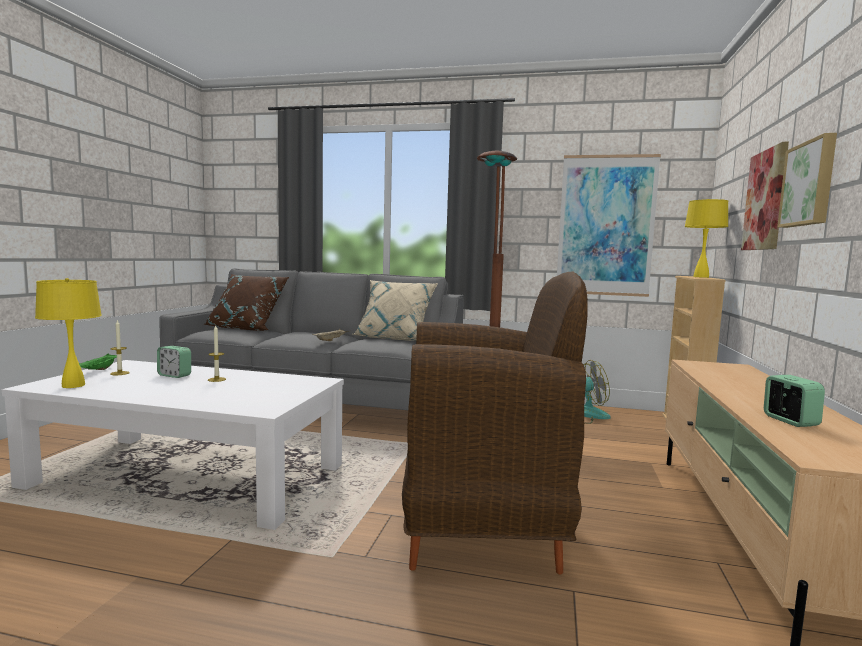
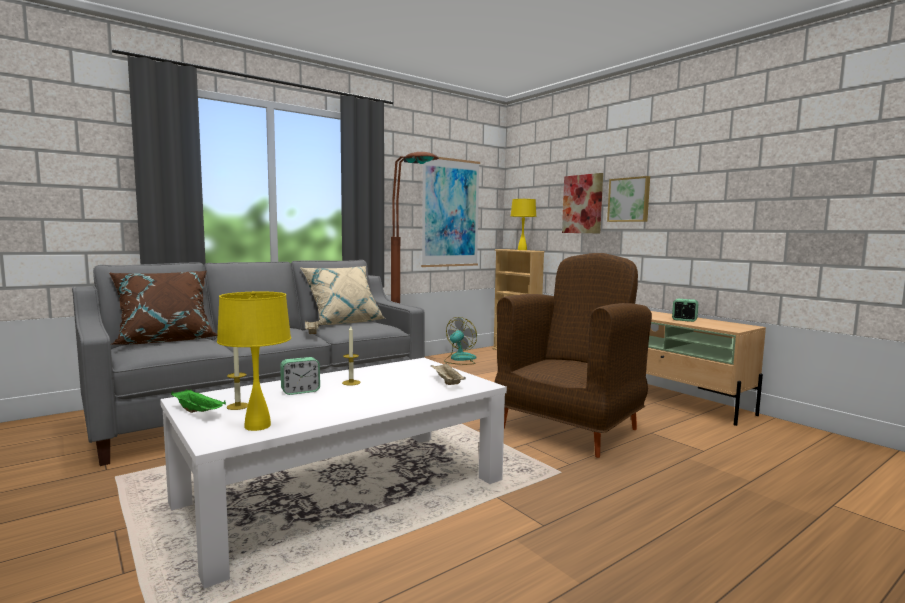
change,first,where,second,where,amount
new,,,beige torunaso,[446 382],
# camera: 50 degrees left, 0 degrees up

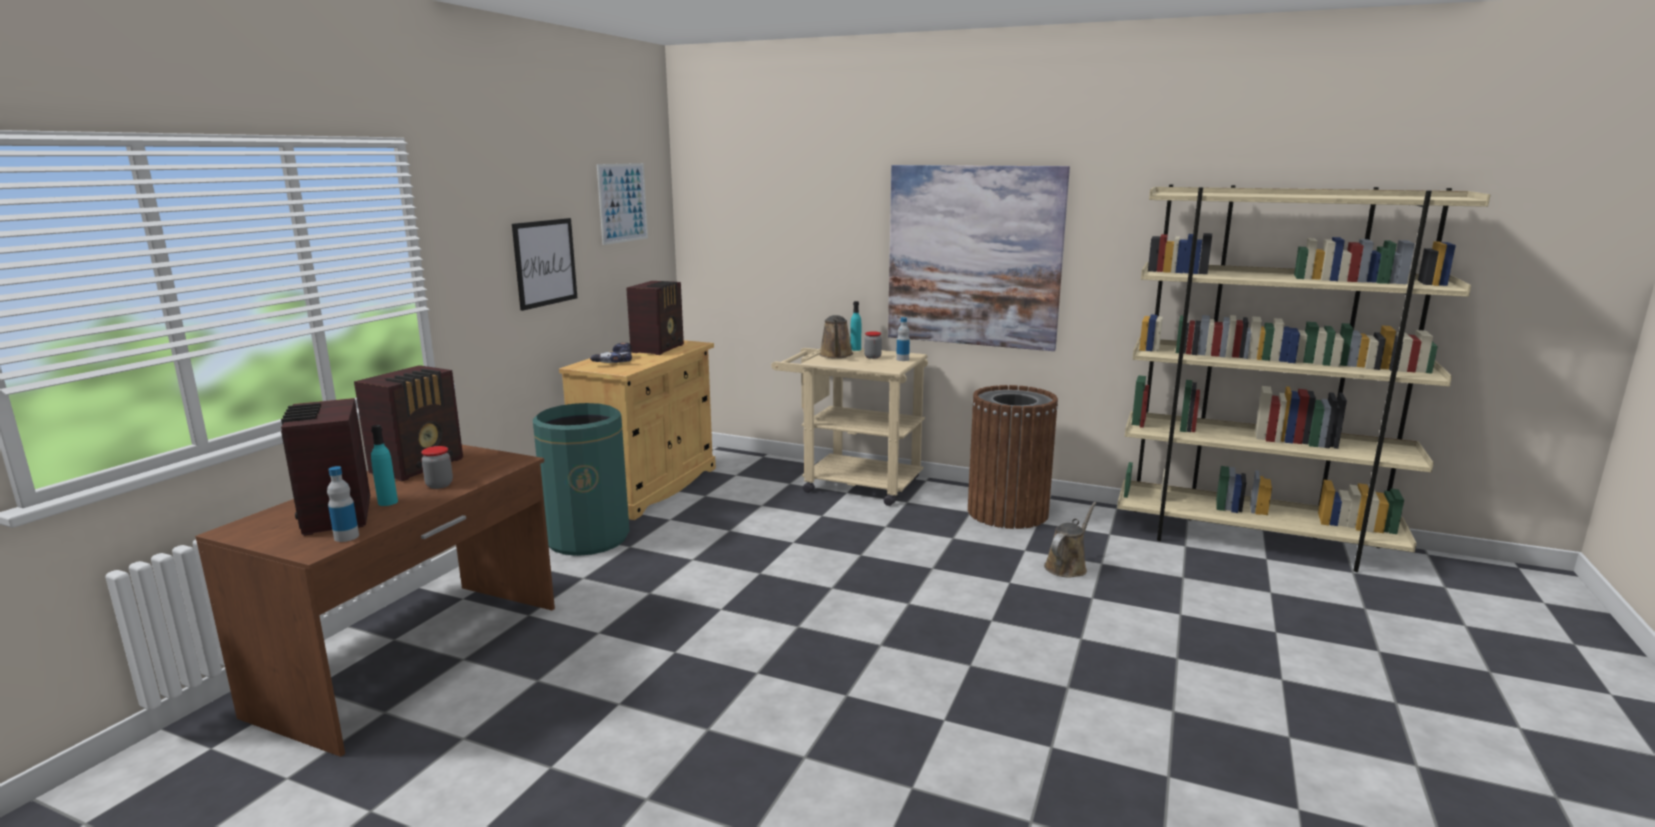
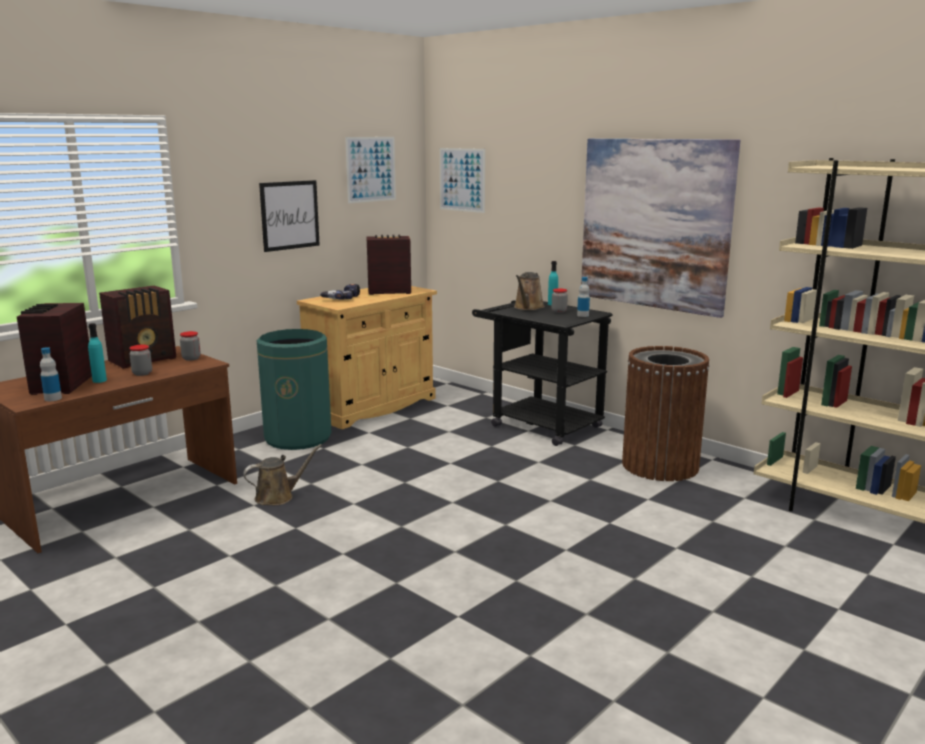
change,first,where,second,where,amount
rotated,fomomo,[659 348],,[388 291],135 degrees counterclockwise
repainted,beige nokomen,[851 483],black nokomen,[538 424],
shifted,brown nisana,[1067 566],,[278 497],
new,,,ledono,[462 180],
new,,,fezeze,[191 358],
# camera: 20 degrees right, 0 degrees up

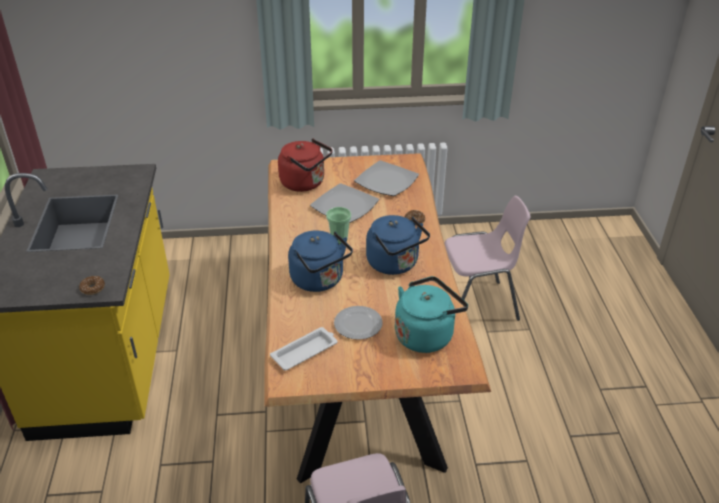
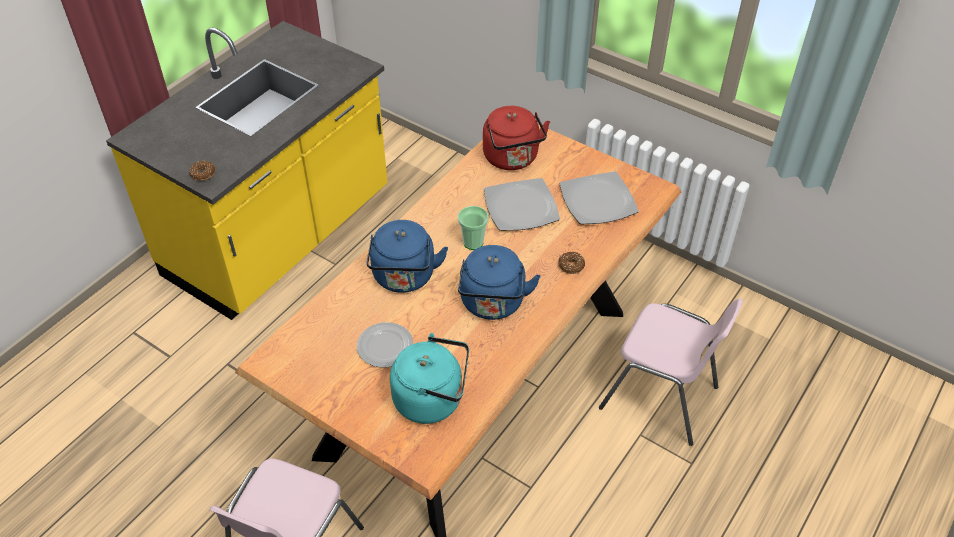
change,first,where,second,where,amount
gone,white torunaso,[305 351],,,
# camera: 40 degrees right, 10 degrees up

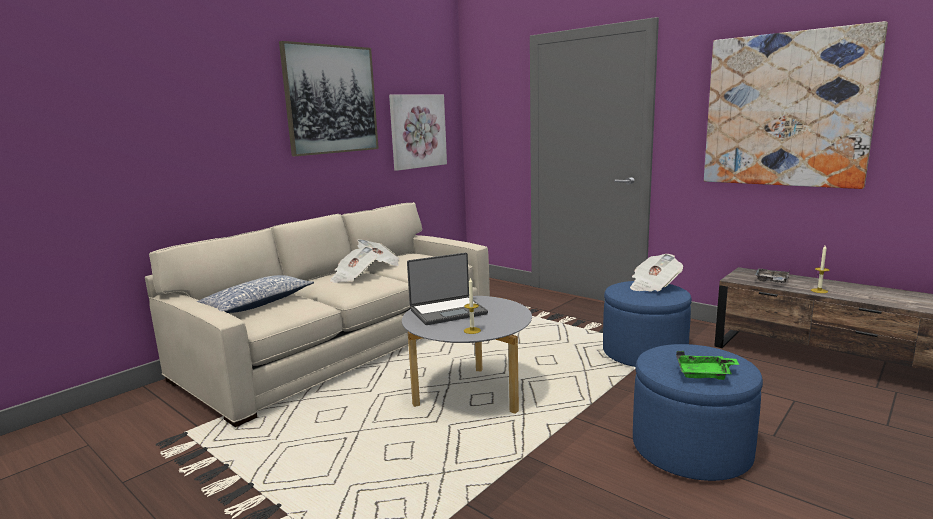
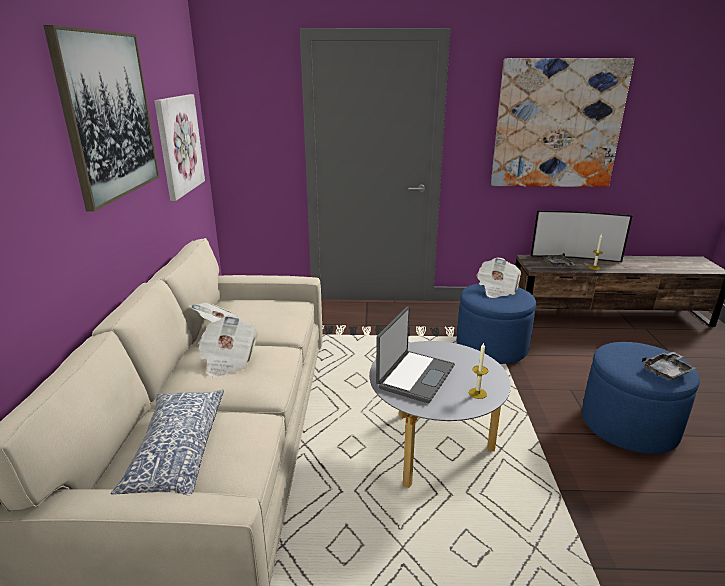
change,first,where,second,where,amount
repainted,green torunaso,[705 374],grey torunaso,[667 371],
new,,,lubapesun,[574 257],
# camera: 40 degrees left, 10 degrees up

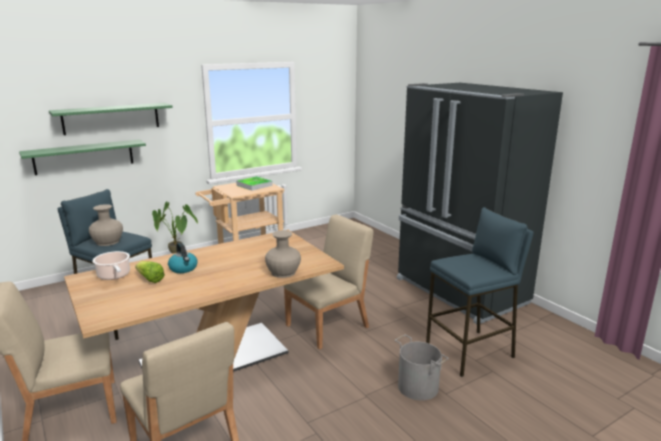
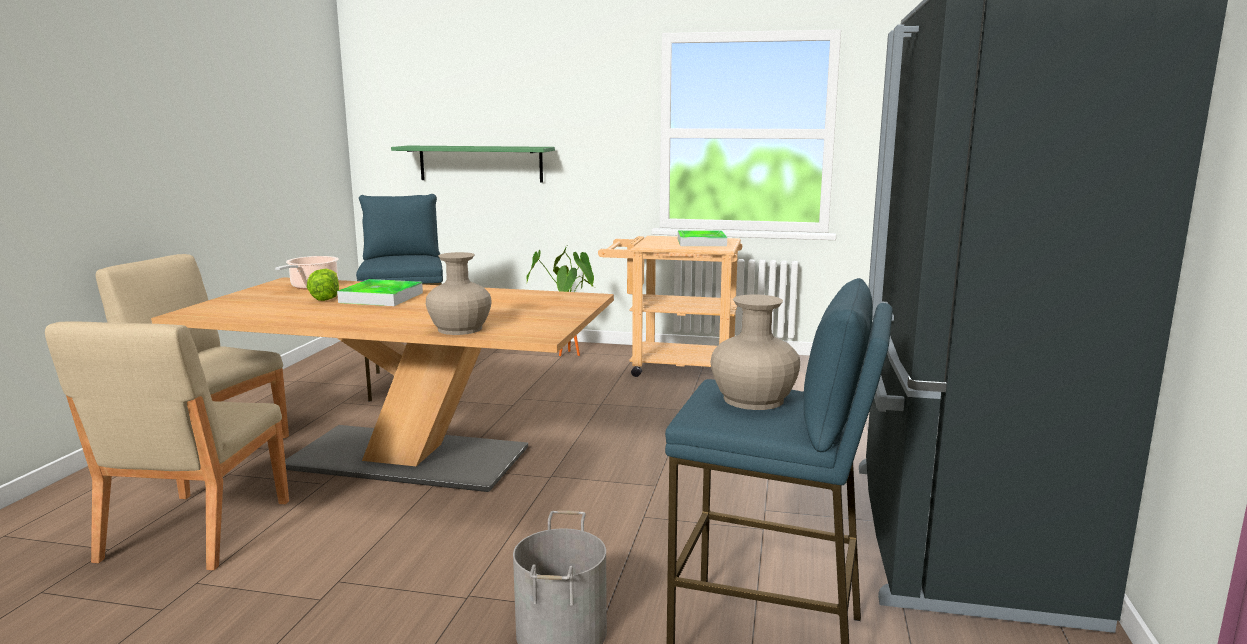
change,first,where,second,where,amount
gone,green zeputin,[111 118],,,
shifted,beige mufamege,[108 242],,[753 399],
gone,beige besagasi,[328 326],,,
swapped,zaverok,[183 268],torunaso,[381 297],
# camera: 45 degrees right, 5 degrees down

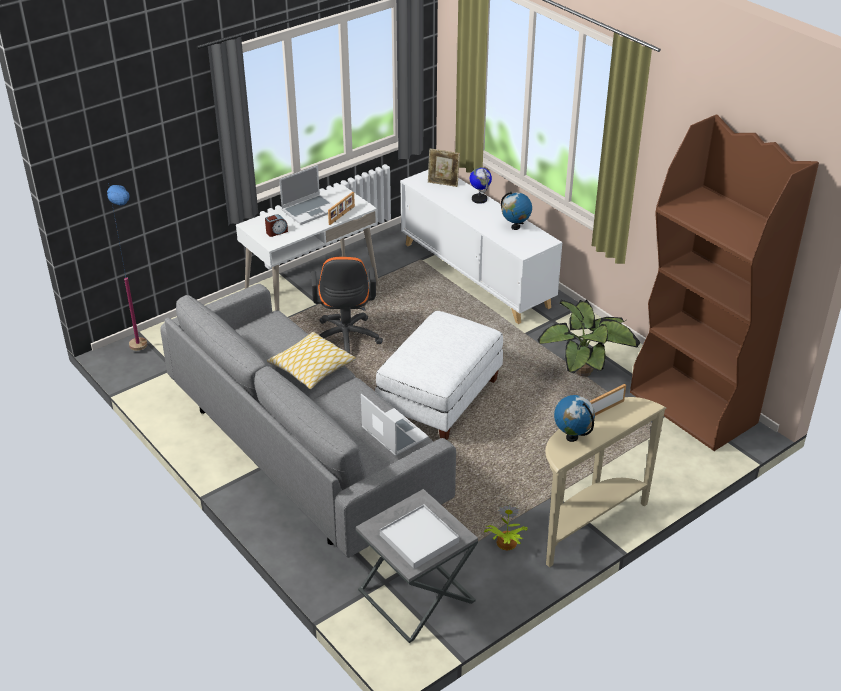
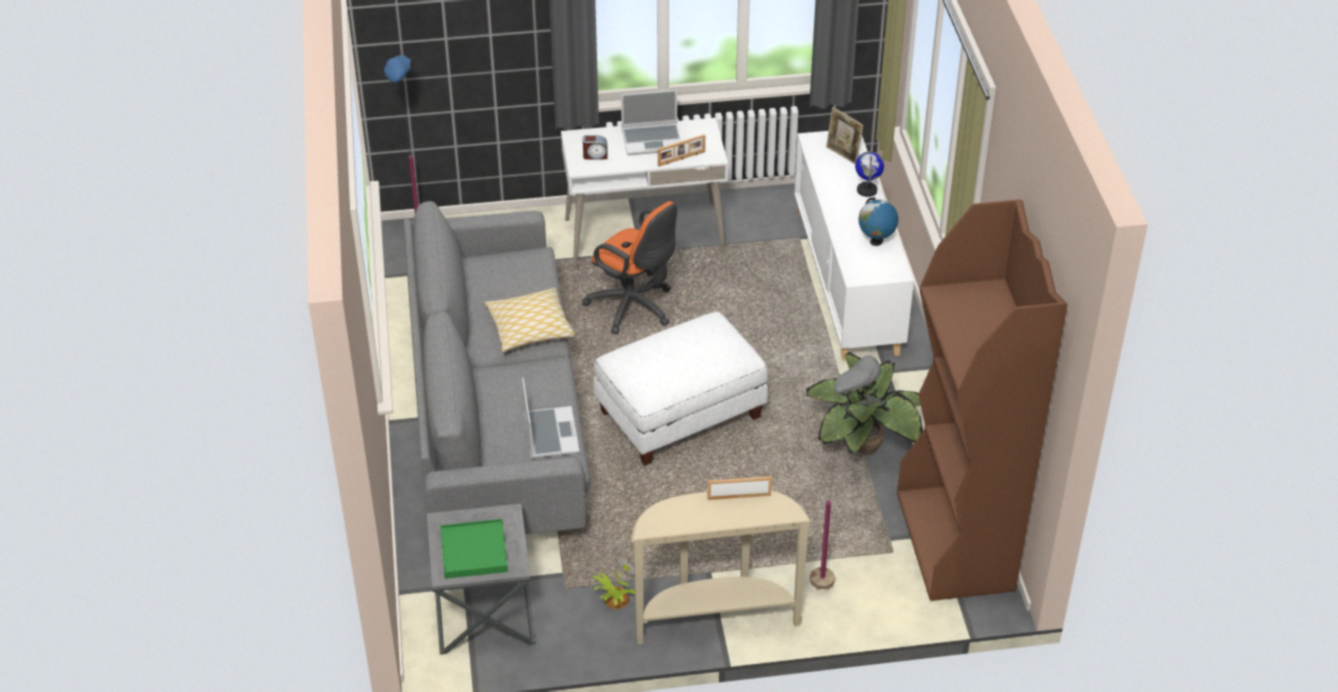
change,first,where,second,where,amount
rotated,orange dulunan,[345 341],,[634 308],75 degrees counterclockwise
gone,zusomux,[572 437],,,
repainted,white torunaso,[419 539],green torunaso,[474 551],
new,,,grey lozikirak,[835 572],
# camera: 30 degrees right, 5 degrees up

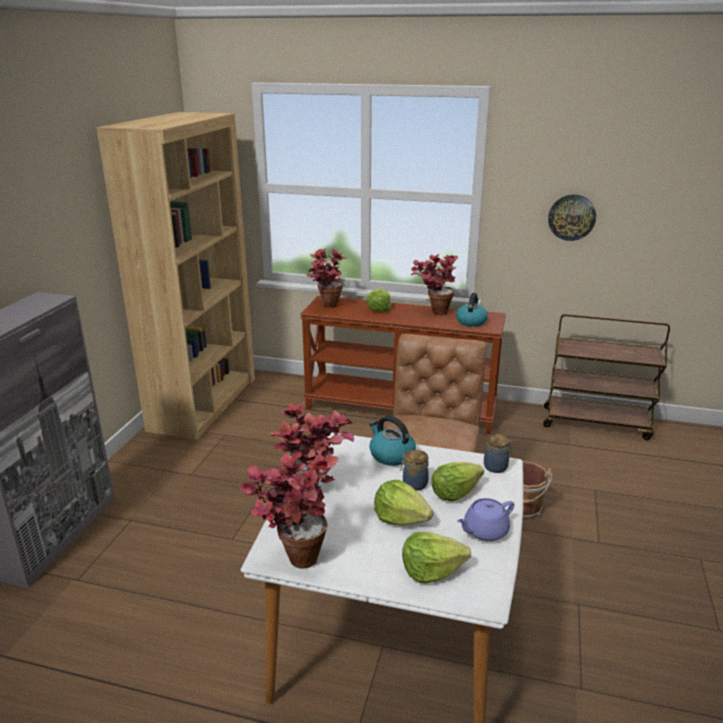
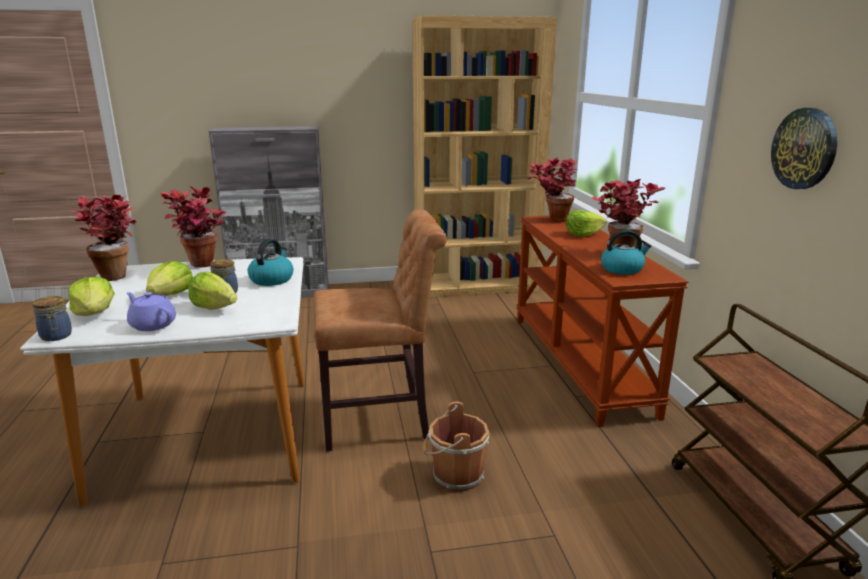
change,first,where,second,where,amount
shifted,fezeze,[496 467],,[56 336],
# camera: 65 degrees right, 5 degrees down

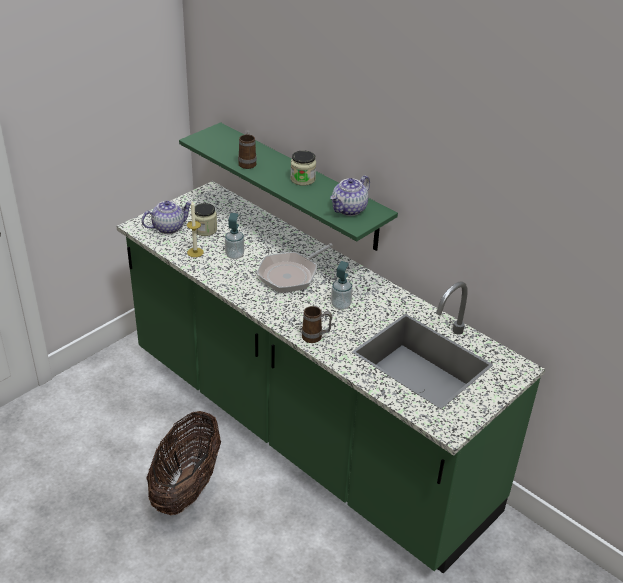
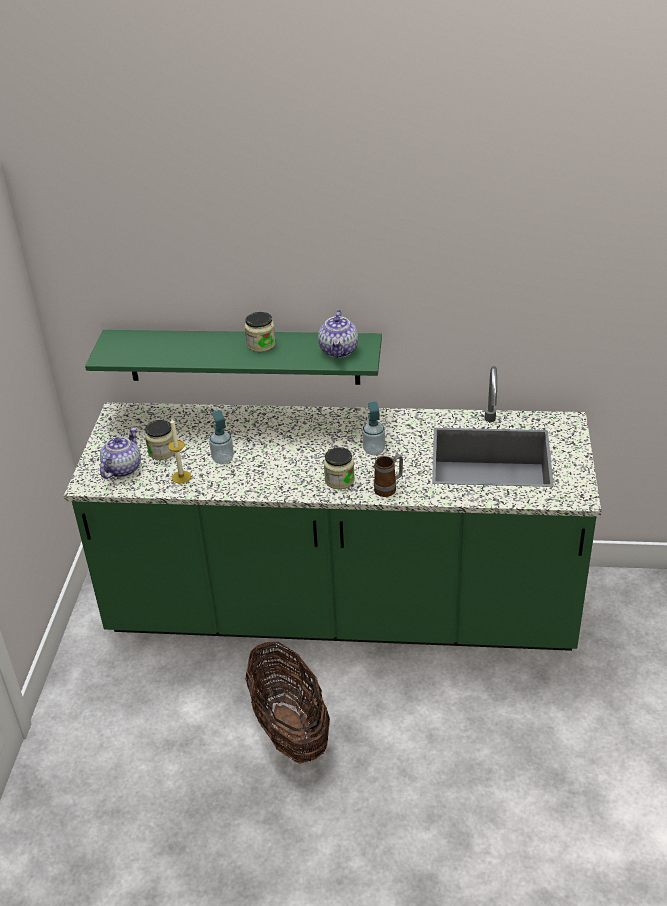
change,first,where,second,where,amount
gone,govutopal,[247 162],,,
gone,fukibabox,[291 274],,,
new,,,fezeze,[339 480],
# camera: 35 degrees left, 0 degrees up

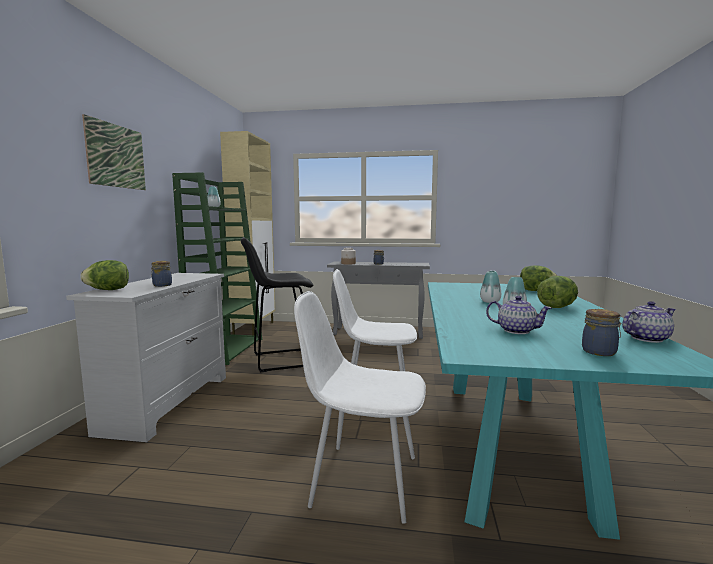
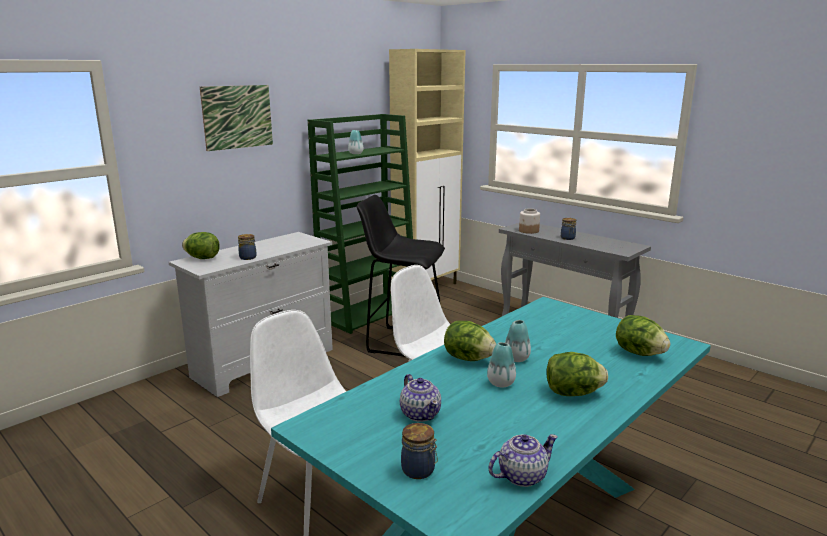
change,first,where,second,where,amount
rotated,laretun,[646 338],,[521 476],45 degrees counterclockwise
new,,,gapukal,[468 358],
# camera: 35 degrees right, 10 degrees up

